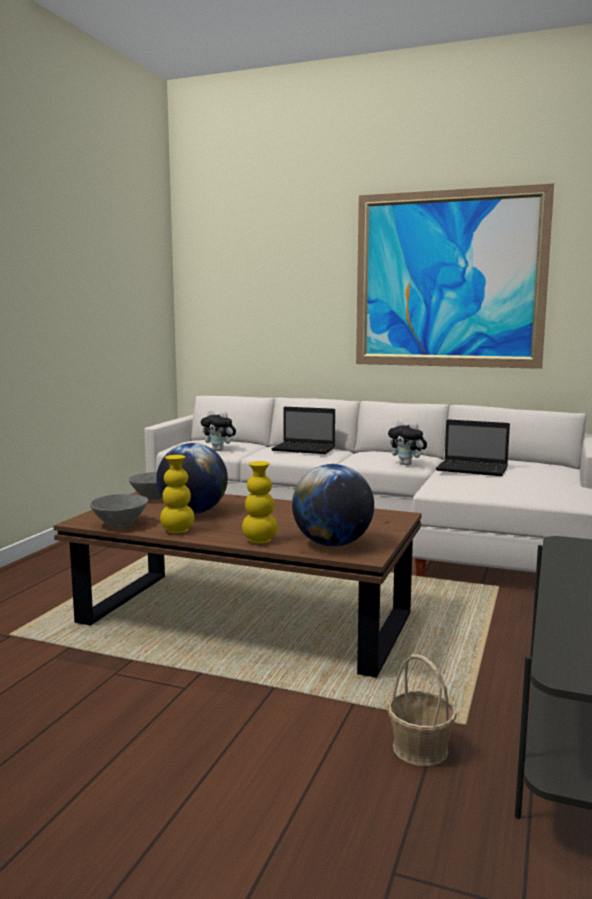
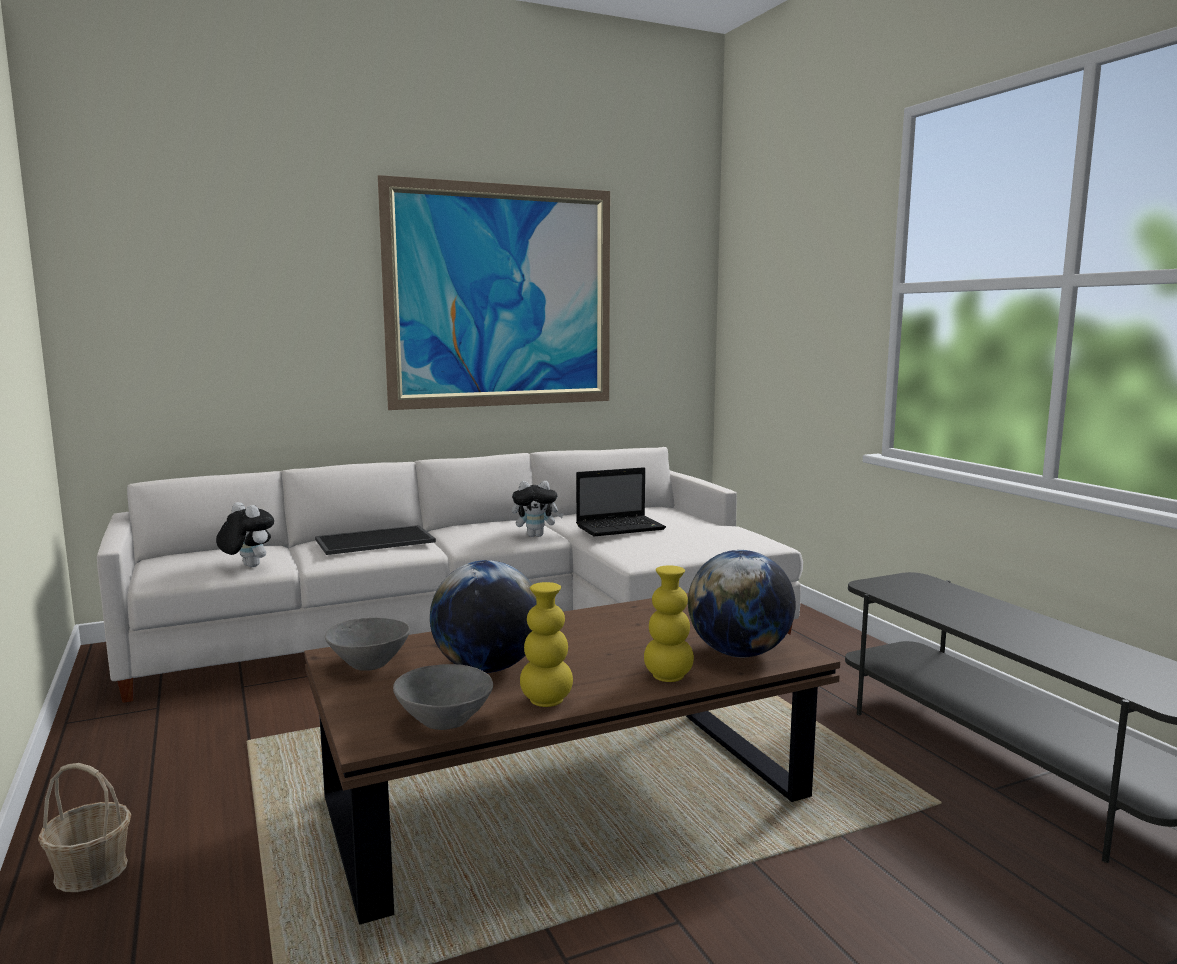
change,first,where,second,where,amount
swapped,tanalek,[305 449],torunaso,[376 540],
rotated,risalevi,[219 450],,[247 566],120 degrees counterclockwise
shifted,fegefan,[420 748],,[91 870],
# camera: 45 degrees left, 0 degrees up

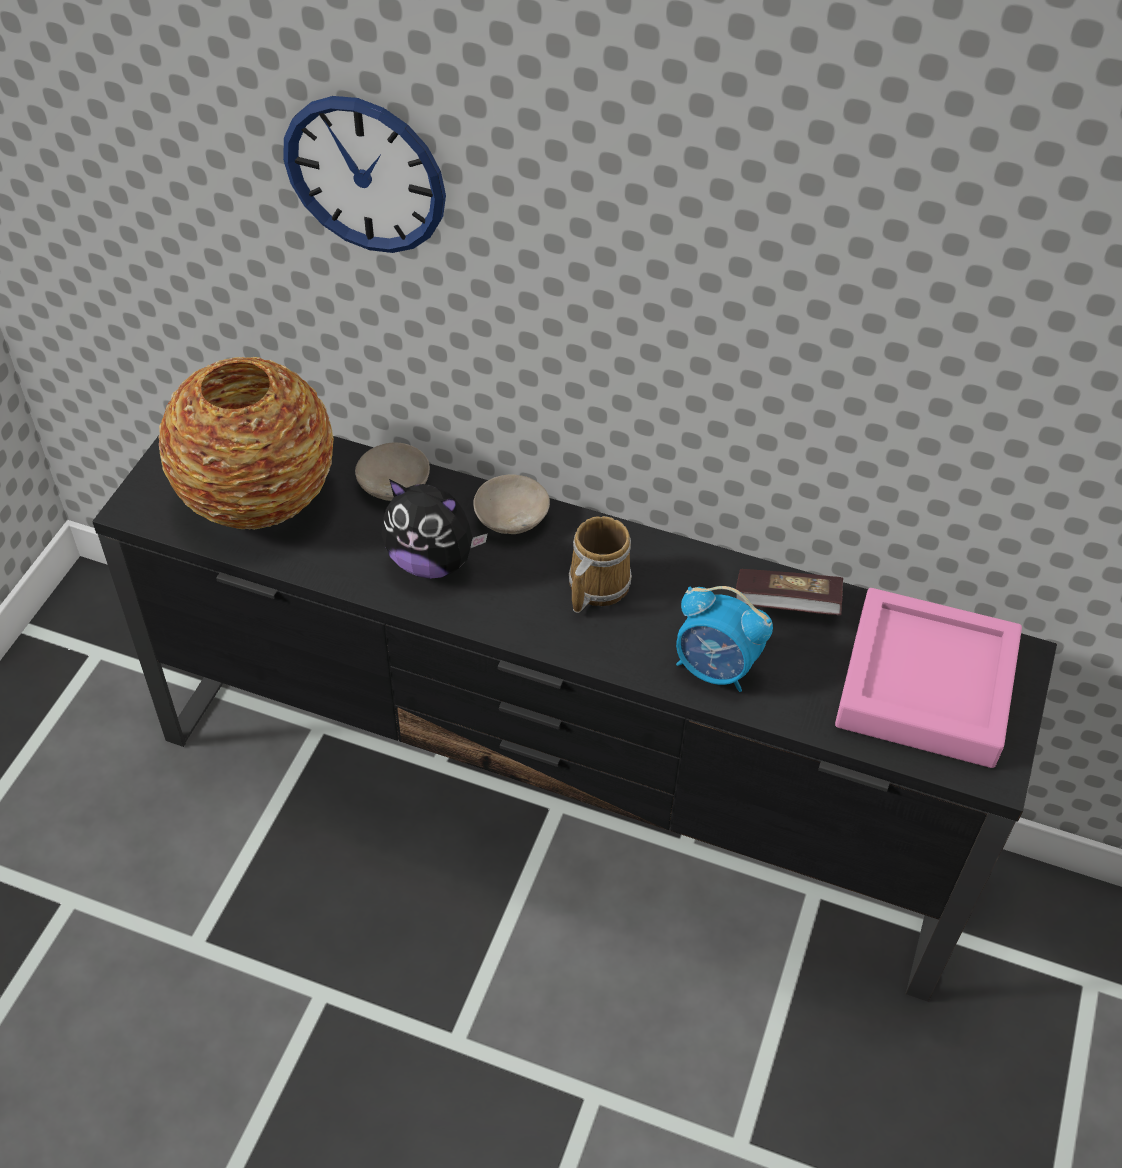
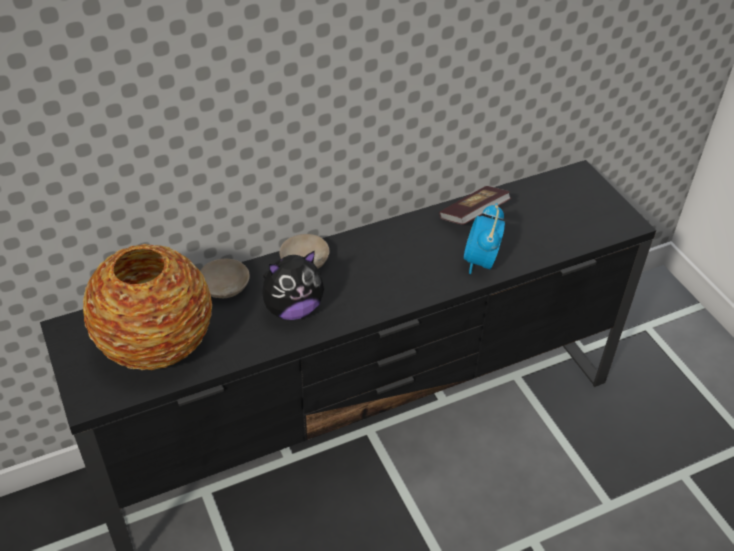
change,first,where,second,where,amount
gone,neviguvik,[365 175],,,
gone,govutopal,[595 585],,,
rotated,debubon,[715 669],,[480 262],120 degrees clockwise
gone,pink torunaso,[925 686],,,
# camera: 45 degrees left, 5 degrees down

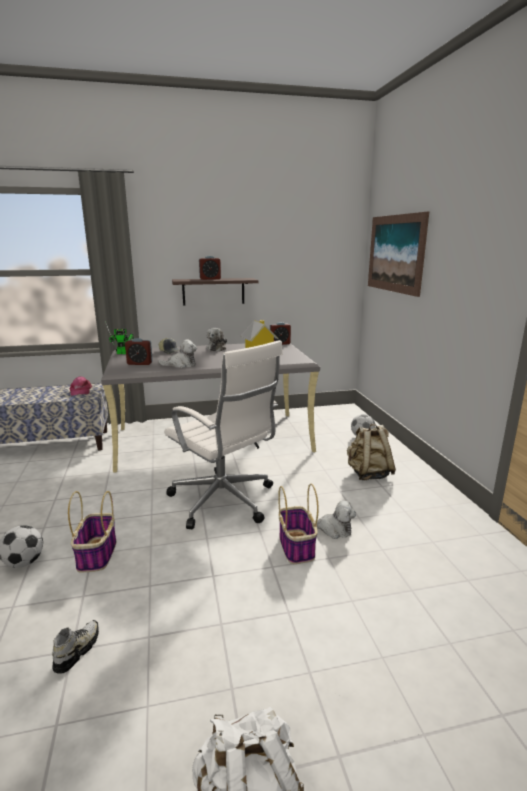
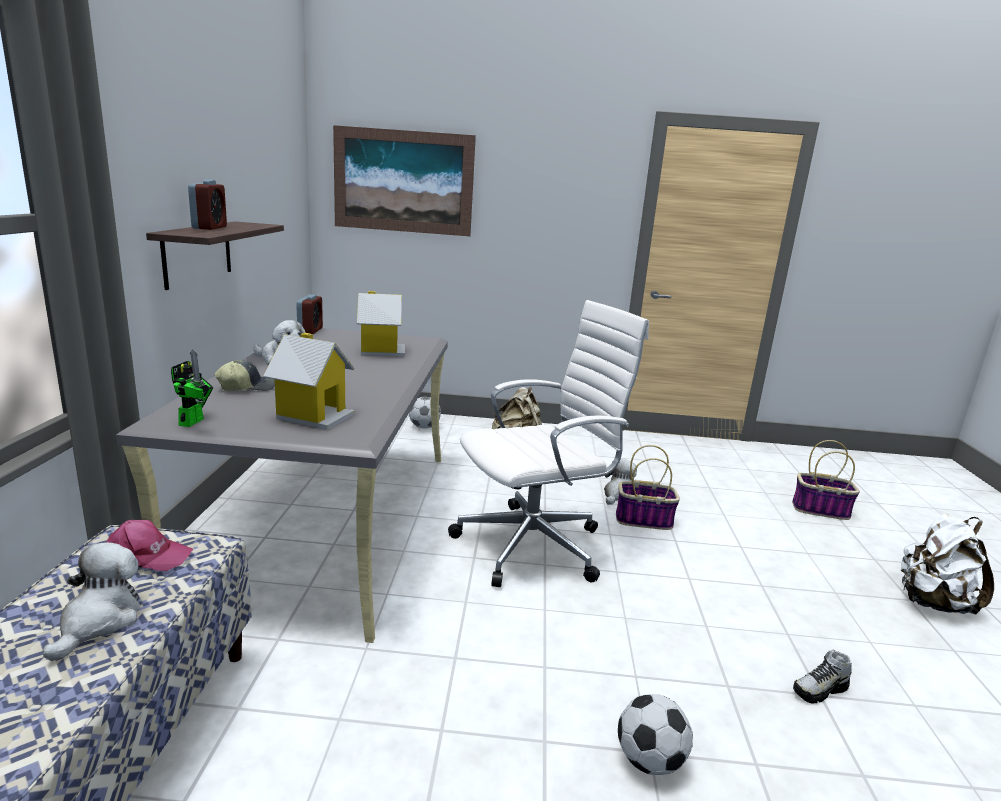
change,first,where,second,where,amount
swapped,debubon,[140 363],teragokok,[313 415],
shifted,risalevi,[181 365],,[99 621],
shifted,fegefan,[97 555],,[821 510],
rotated,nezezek,[77 650],,[820 690],60 degrees counterclockwise
# camera: 75 degrees left, 0 degrees up

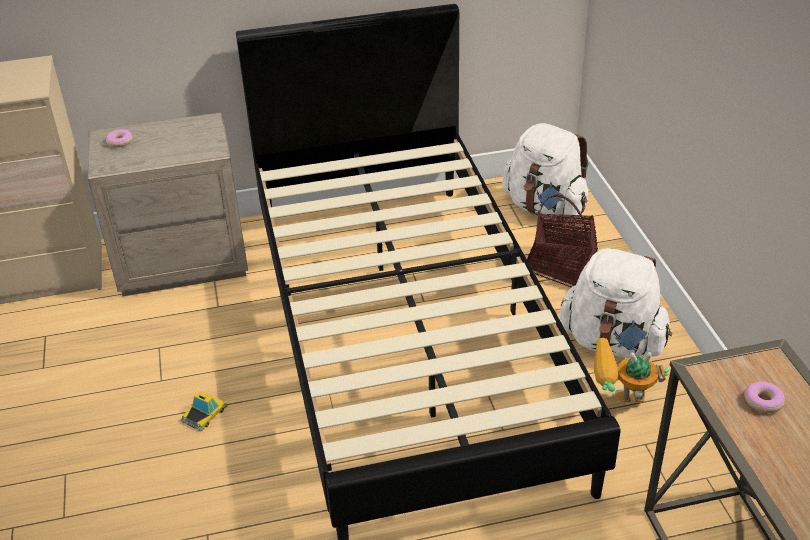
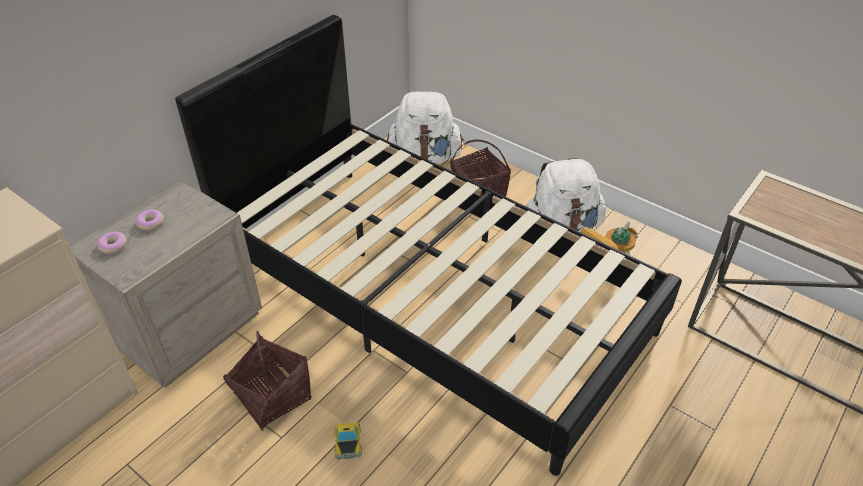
change,first,where,second,where,amount
shifted,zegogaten,[763 401],,[150 223],
new,,,fegefan,[273 396],
# camera: 40 degrees left, 5 degrees up

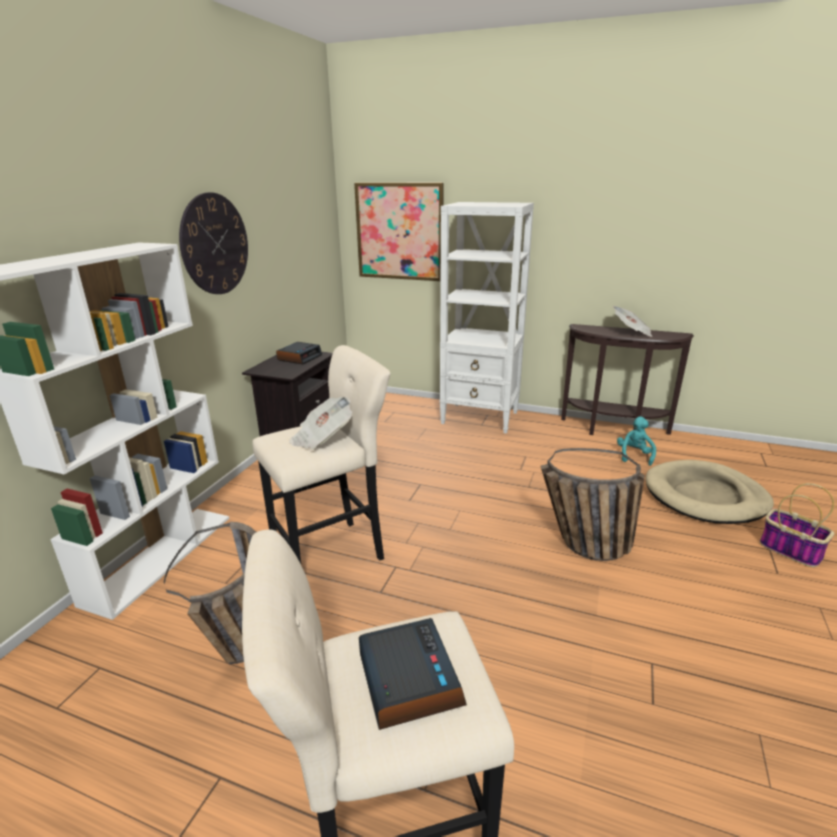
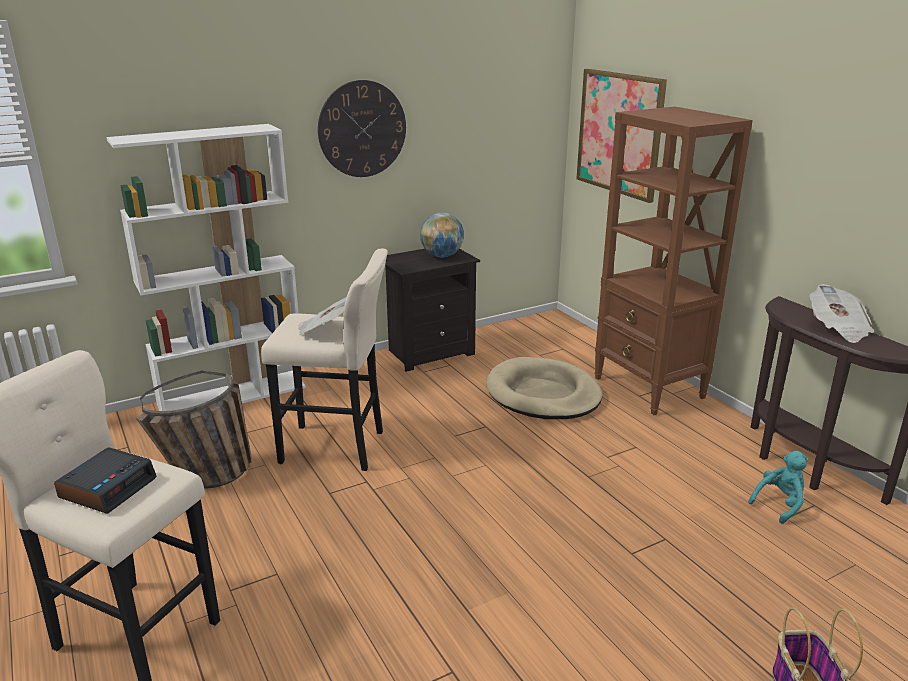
change,first,where,second,where,amount
repainted,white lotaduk,[480 418],brown lotaduk,[649 388],
swapped,debubon,[299 357],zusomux,[442 256],
gone,fegefan,[582 547],,,
shifted,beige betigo,[705 496],,[543 394],
# camera: 40 degrees right, 0 degrees up

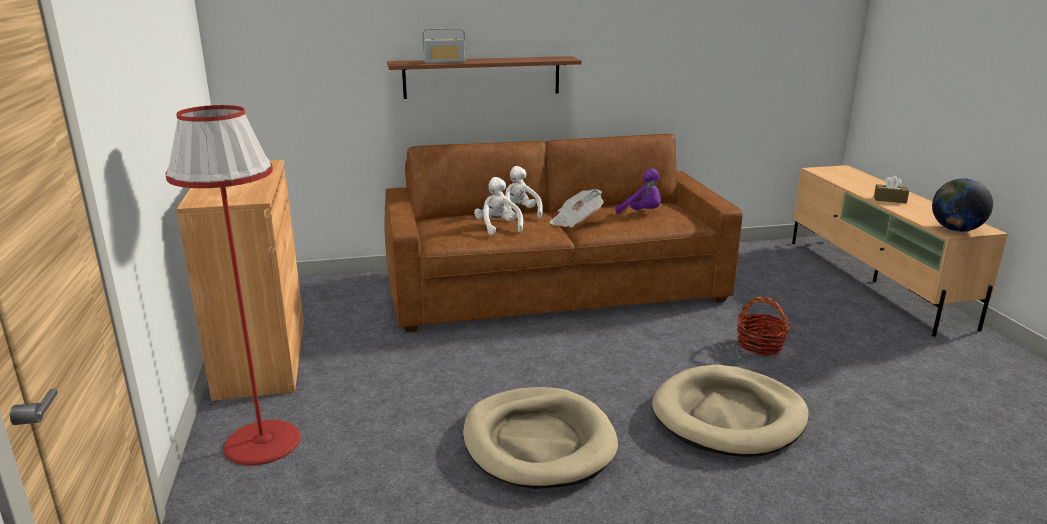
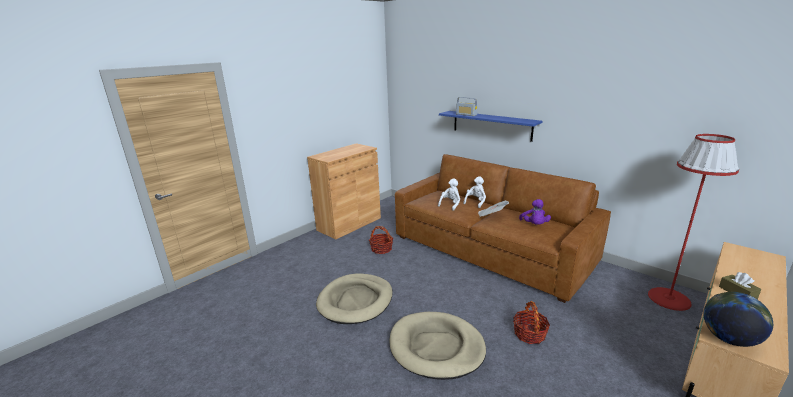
change,first,where,second,where,amount
repainted,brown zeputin,[482 77],blue zeputin,[491 125],
shifted,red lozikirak,[262 442],,[669 298],
new,,,fegefan,[381 249],
# camera: 55 degrees right, 0 degrees up

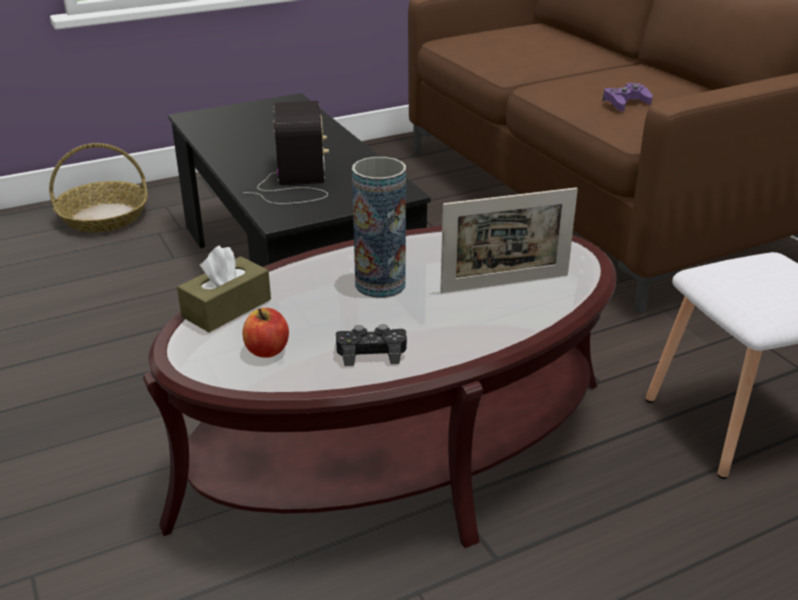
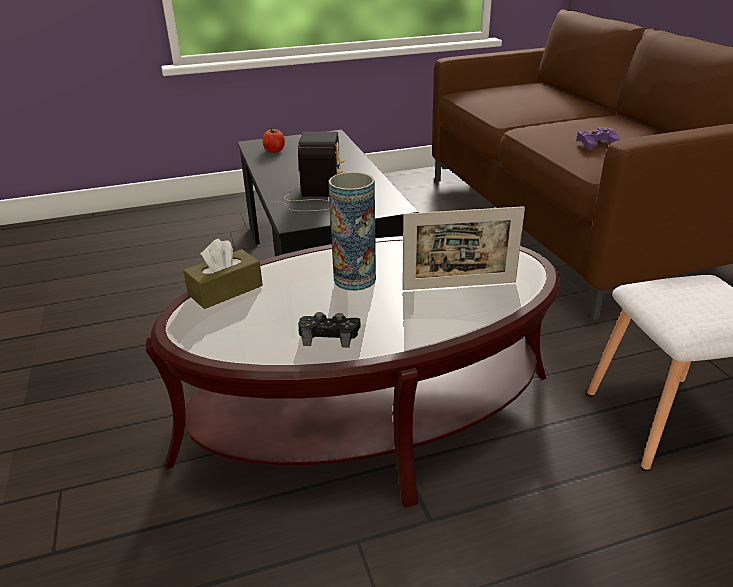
change,first,where,second,where,amount
gone,fegefan,[104 217],,,
shifted,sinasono,[267 350],,[274 150],
# camera: 10 degrees right, 0 degrees up

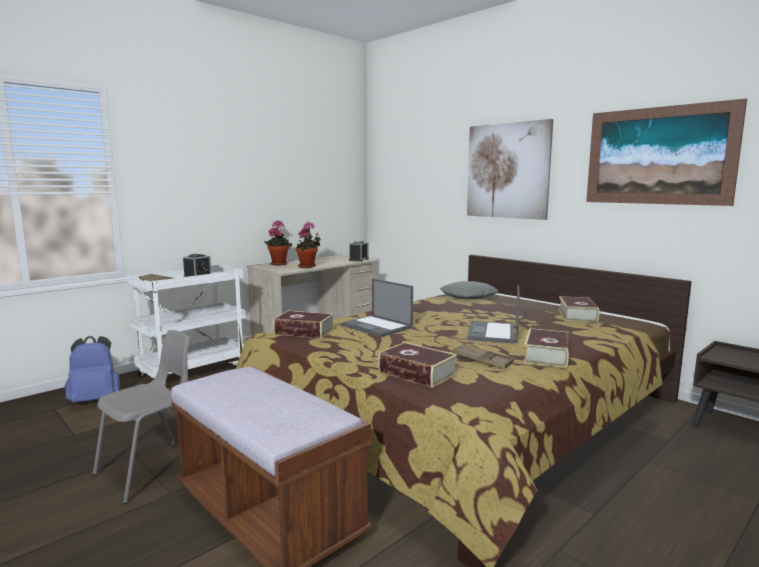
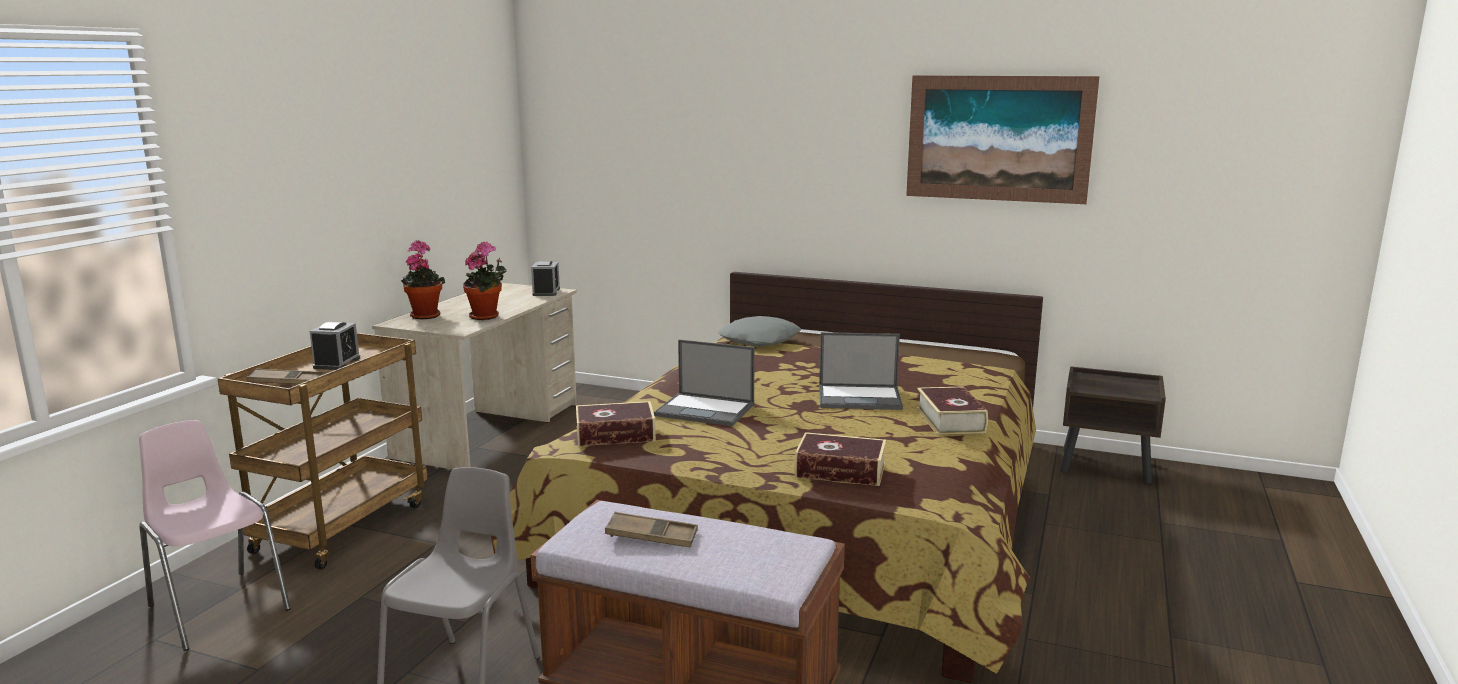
change,first,where,second,where,amount
gone,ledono,[507 171],,,
repainted,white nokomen,[193 372],brown nokomen,[342 526],
rotated,tanalek,[493 333],,[860 398],75 degrees counterclockwise
gone,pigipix,[577 315],,,
swapped,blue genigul,[96 399],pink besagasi,[218 607],
shifted,brown torunaso,[482 360],,[651 536],
# camera: 25 degrees left, 5 degrees up

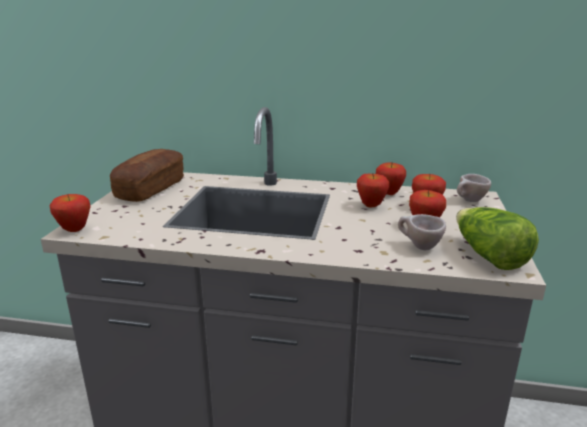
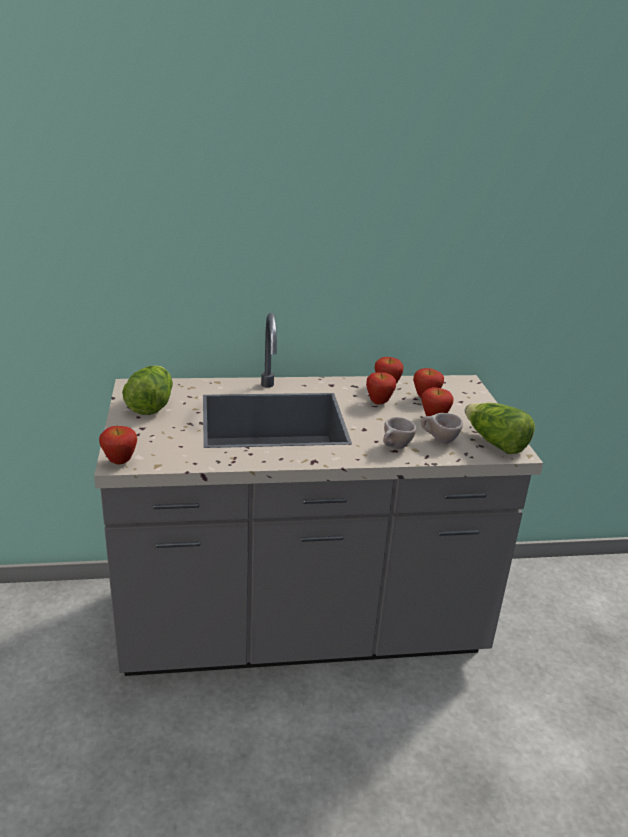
change,first,where,second,where,amount
swapped,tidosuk,[151 189],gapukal,[150 404],
shifted,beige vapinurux,[469 201],,[395 448],
# camera: 20 degrees left, 5 degrees up

